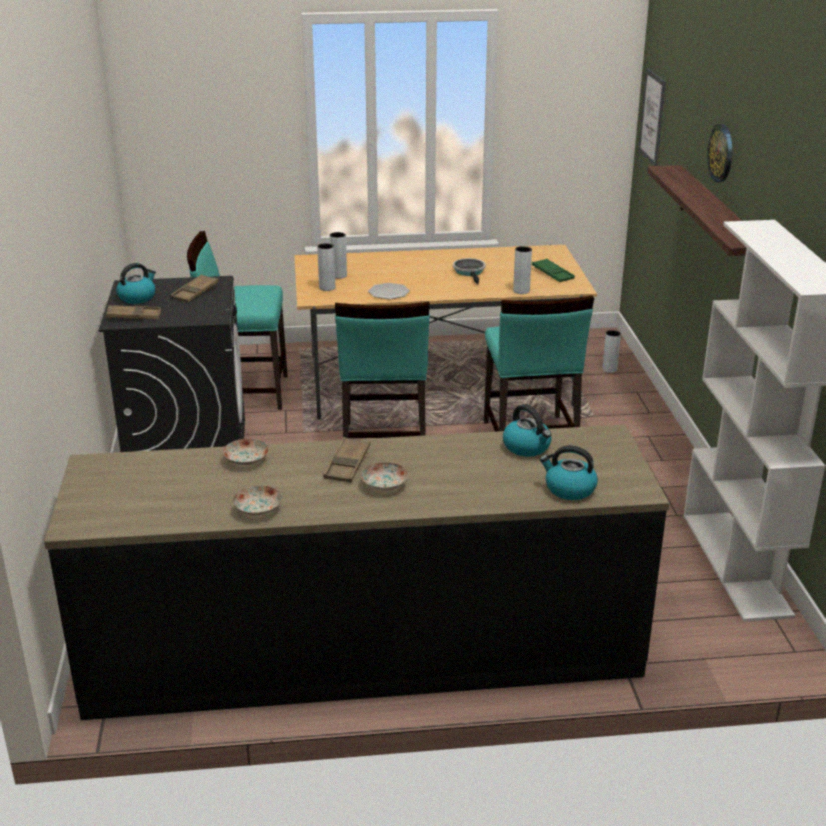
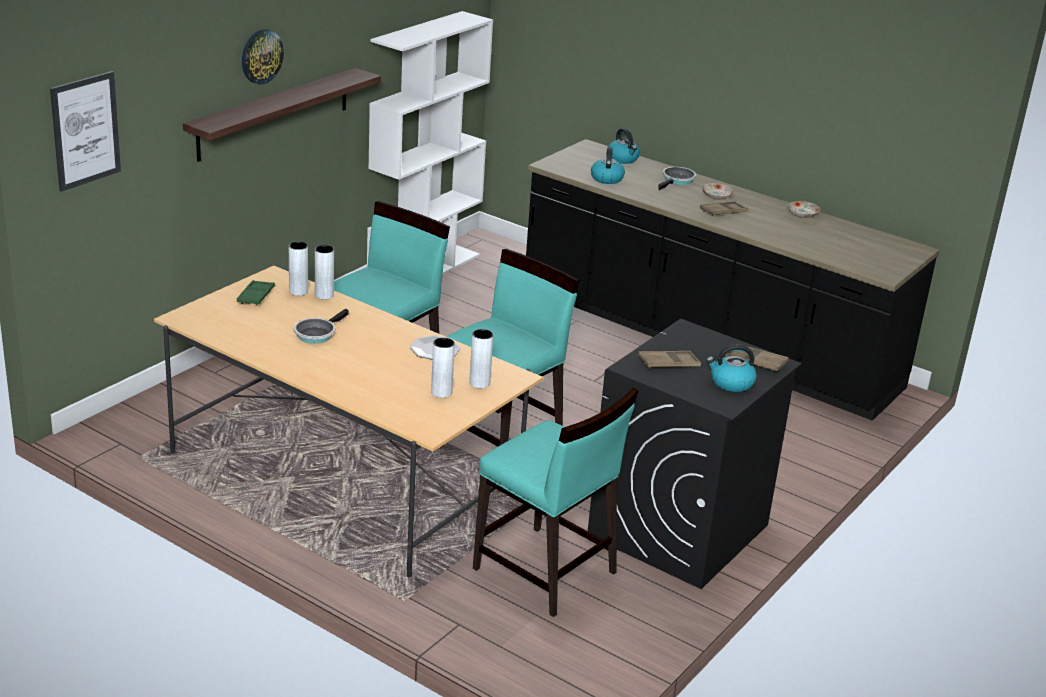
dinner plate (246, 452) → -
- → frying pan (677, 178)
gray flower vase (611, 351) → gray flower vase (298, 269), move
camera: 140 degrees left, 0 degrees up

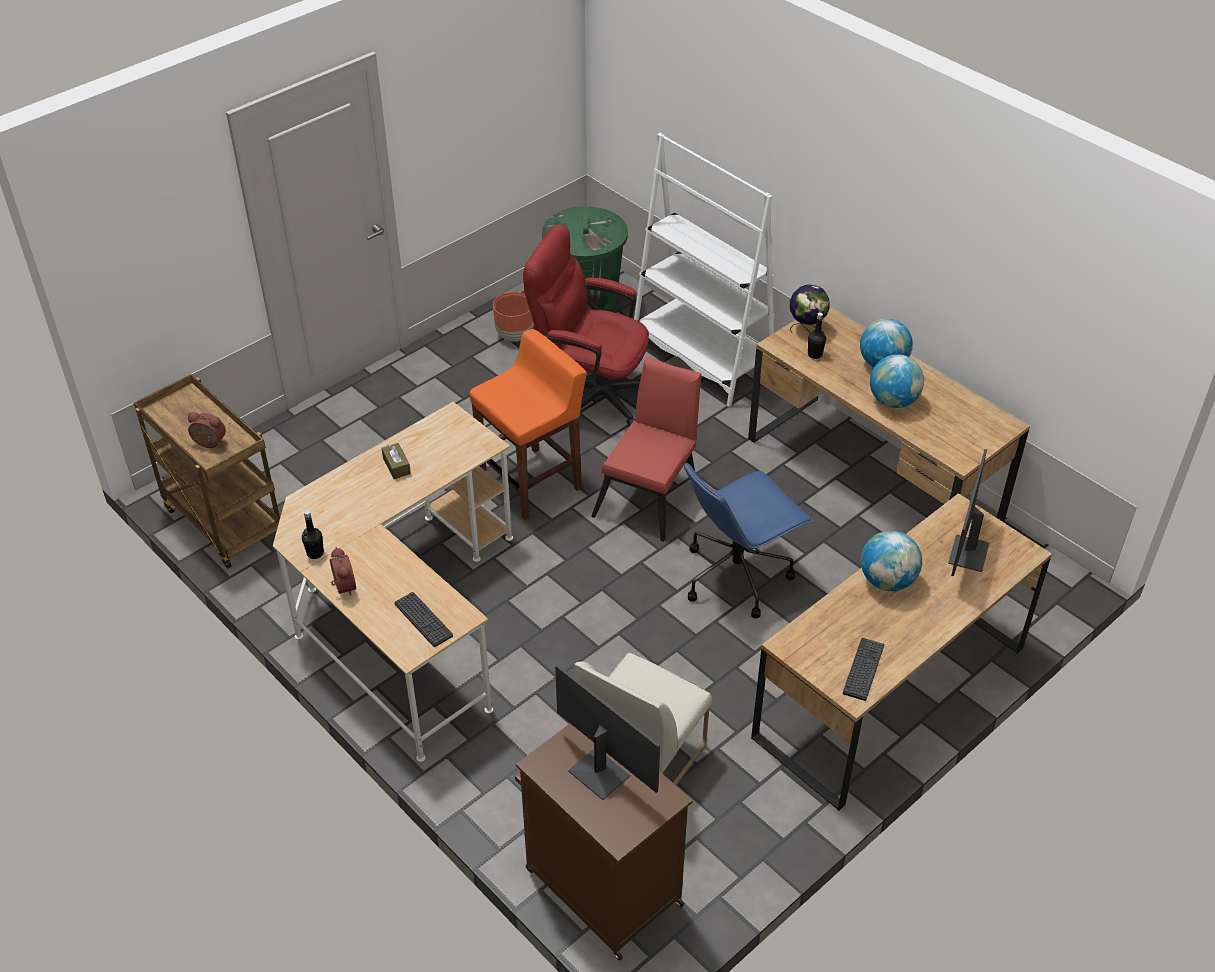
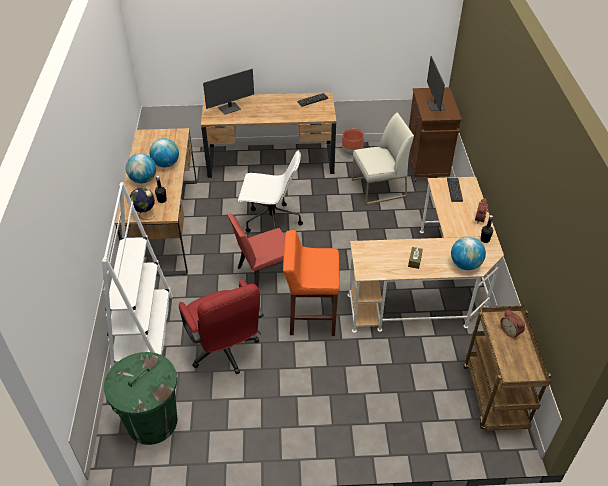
brownish planter (513, 317) → brownish planter (353, 141), move
globe (891, 561) → globe (468, 253), move
blue computer chair (748, 540) → whitish computer chair (270, 191)
camera: 140 degrees left, 0 degrees up

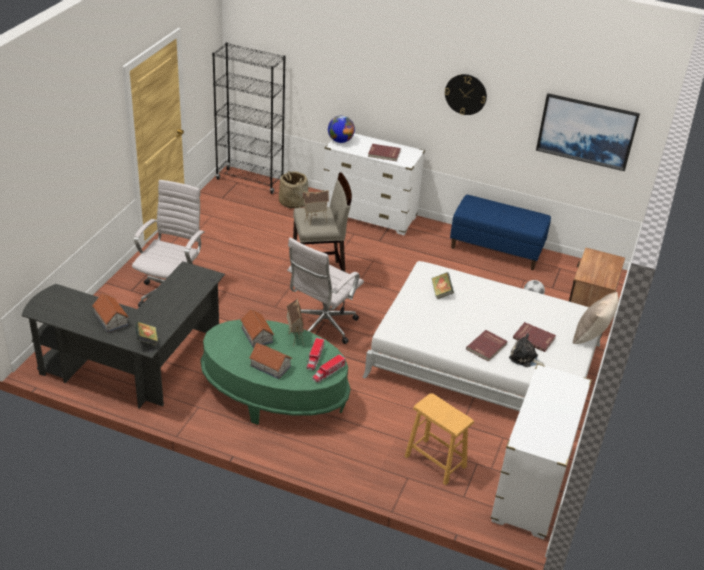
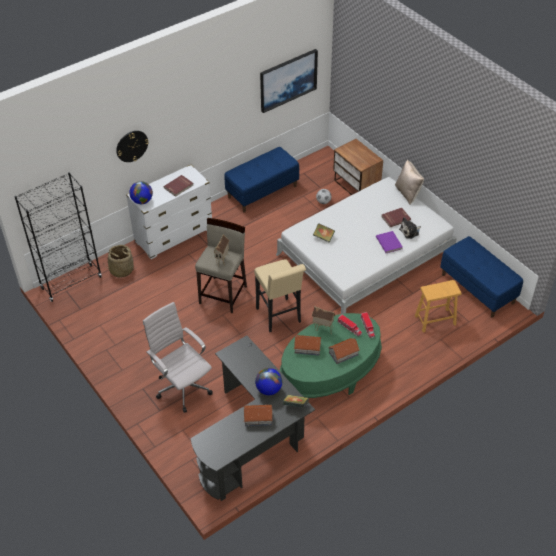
- → globe (268, 381)
clock on the wall (466, 94) → clock on the wall (132, 146), move
whitish computer chair (325, 290) → sand-coloured sitting stool (280, 295)
whitish dresser (541, 452) → blue long seat (481, 277)
red book (487, 346) → purple-coloured book (389, 242)
camera: 55 degrees left, 10 degrees up

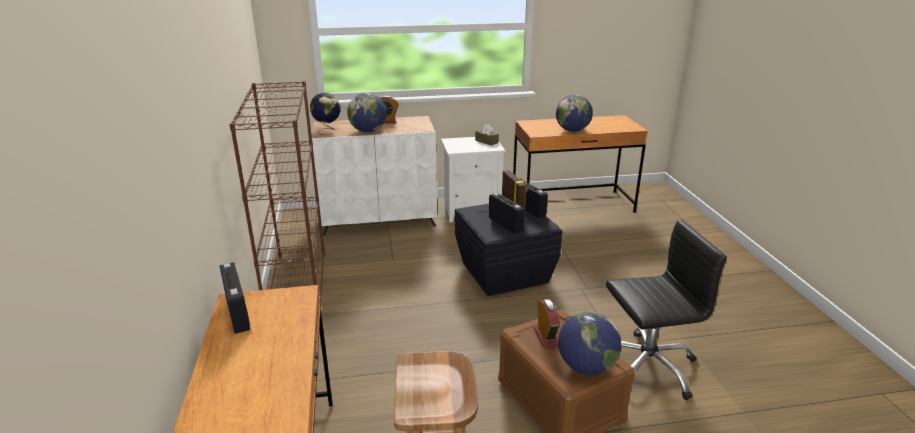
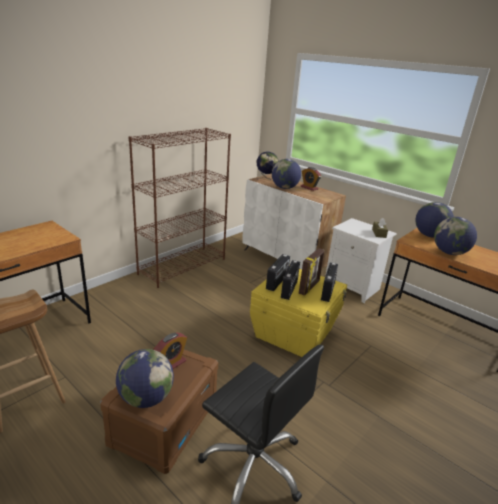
- → globe (434, 220)
radio receiver (235, 298) → radio receiver (278, 272), move
black-coloured storage container (509, 249) → yellow-coloured storage container (298, 311)
camera: 50 degrees right, 0 degrees up

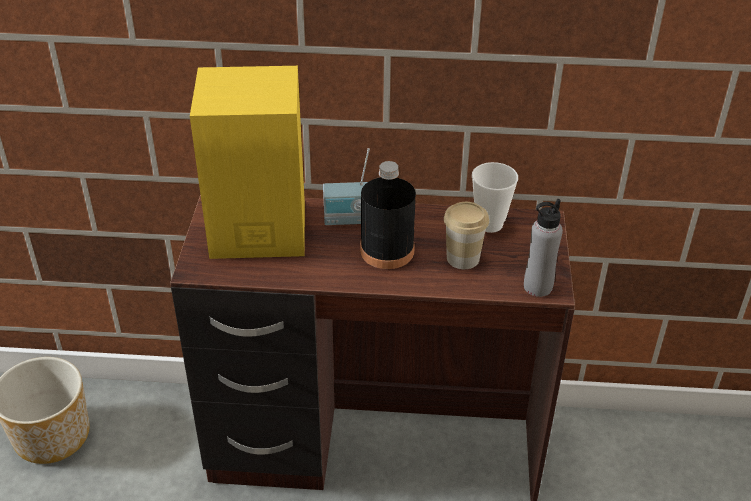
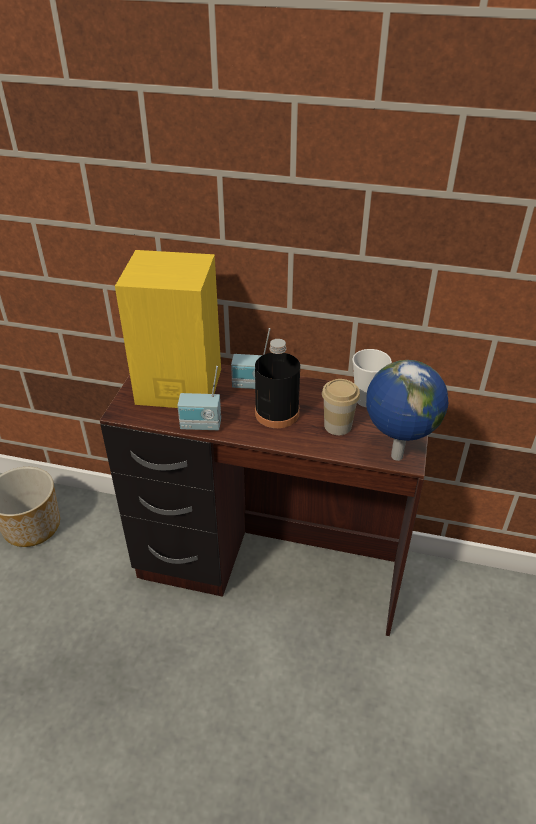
- → radio receiver (199, 398)
gray drink bottle (543, 248) → globe (407, 410)
camera: 10 degrees right, 0 degrees up

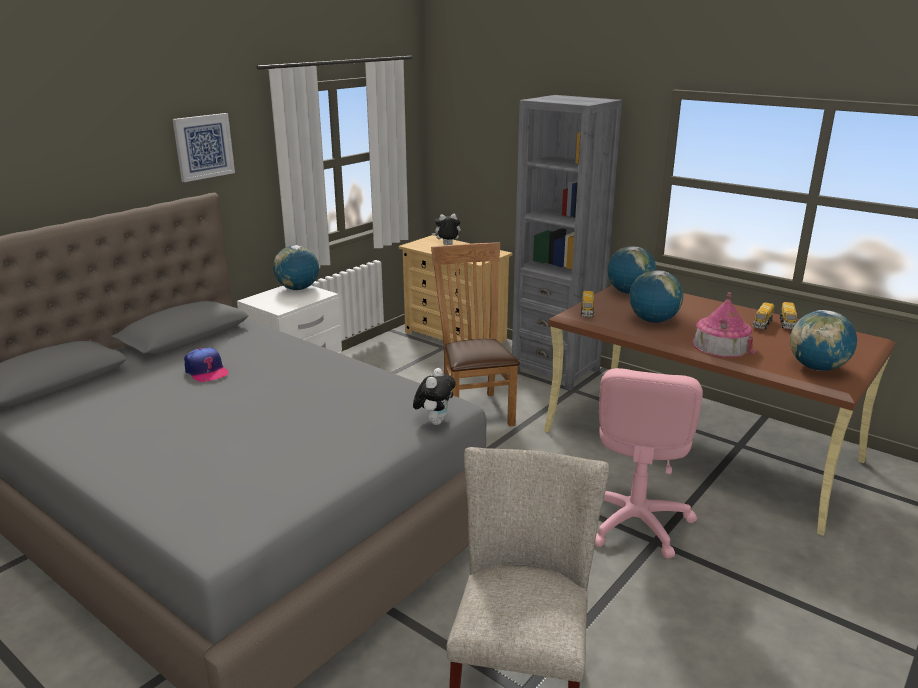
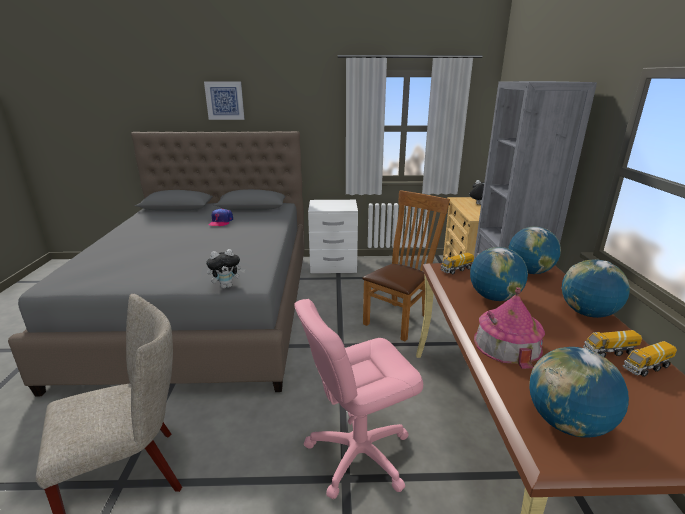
wall art (204, 147) → wall art (224, 101), move
globe (296, 267) → globe (596, 288), move
camera: 50 degrees right, 0 degrees up

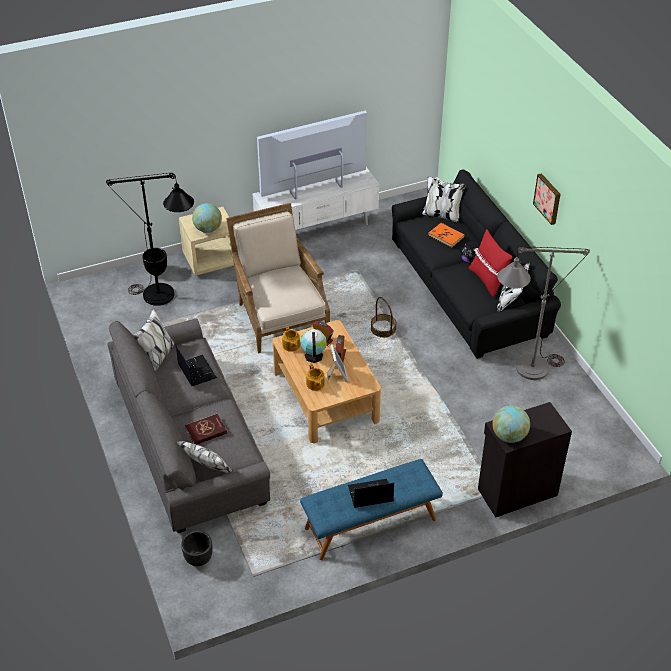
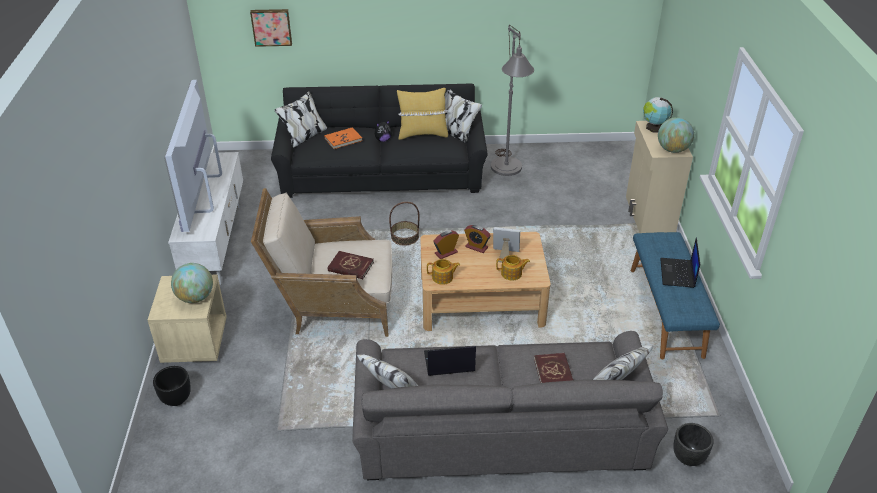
black-coloured standard lamp (150, 239) → -
- → red book (351, 265)
globe (313, 346) → globe (658, 115), move
wall art (547, 199) → wall art (271, 28), move
red pillow (490, 263) → yellow-coloured pillow (422, 114)
black-coloured cupboard (525, 459) → sand-coloured cupboard (659, 177)
camera: 70 degrees left, 5 degrees down

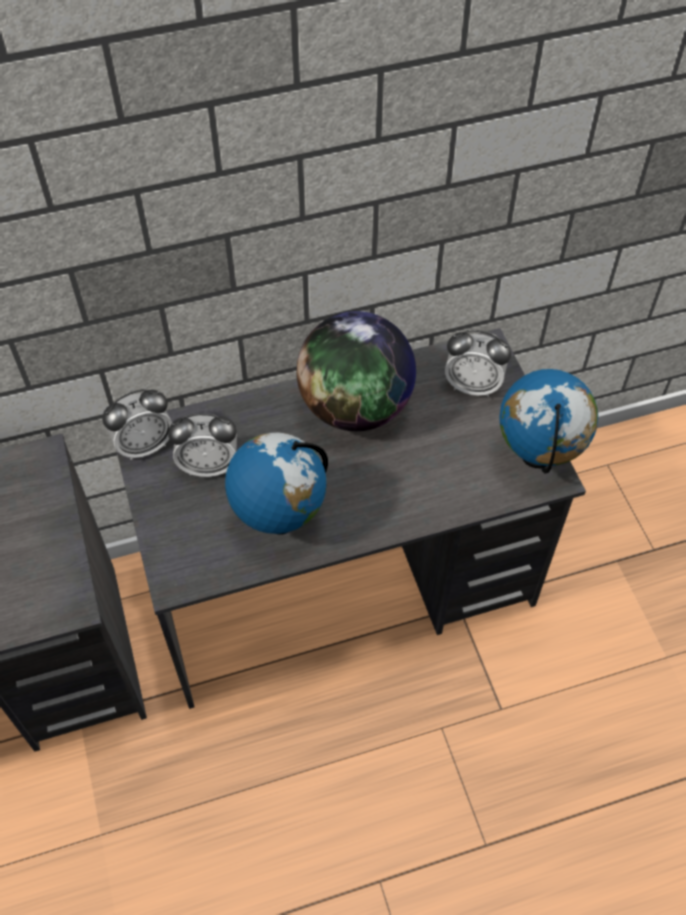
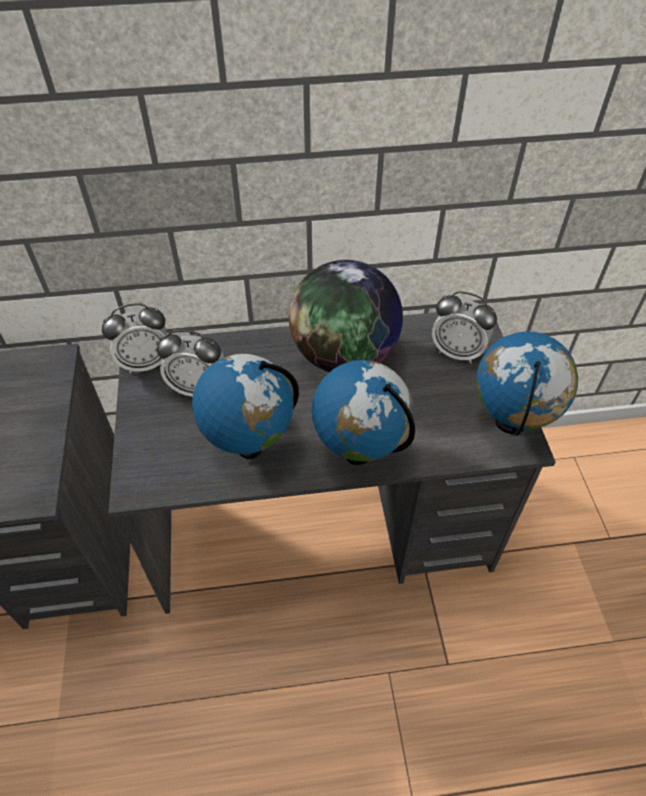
- → globe (363, 412)
camera: 10 degrees right, 5 degrees down

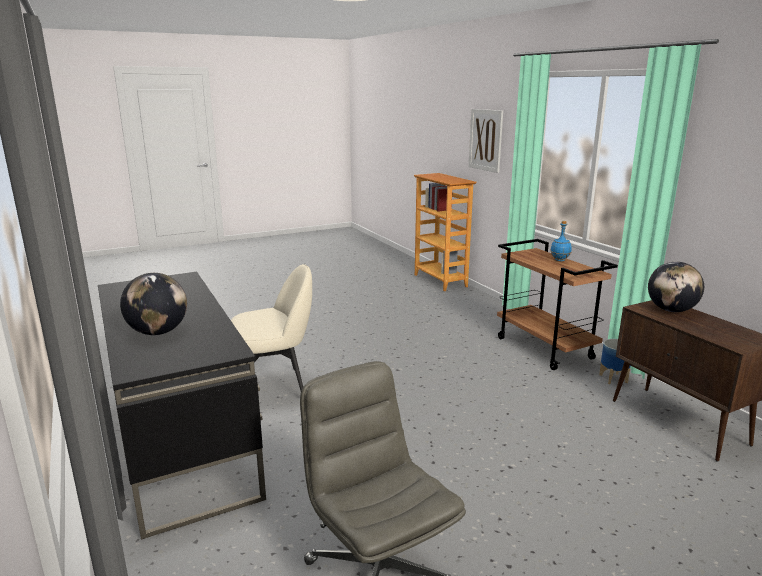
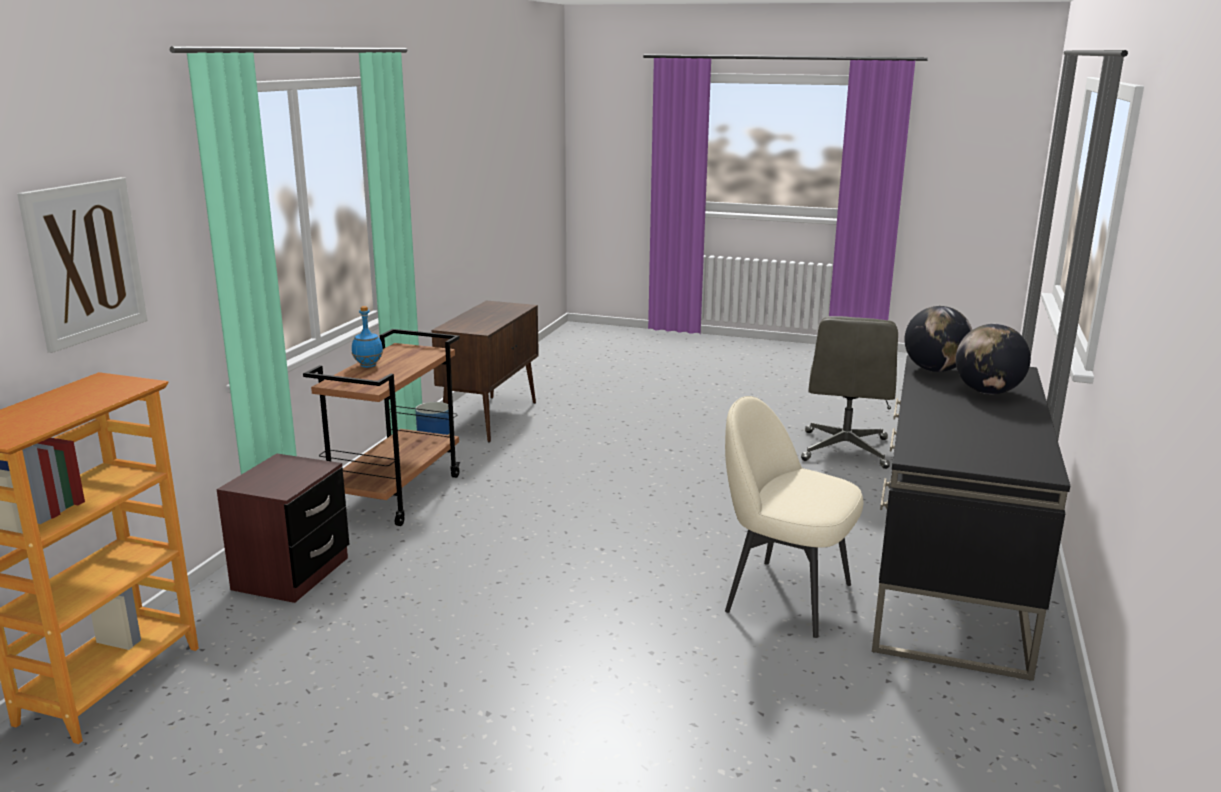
- → brownish nightstand (282, 528)
globe (676, 287) → globe (938, 339), move
camera: 135 degrees left, 0 degrees up

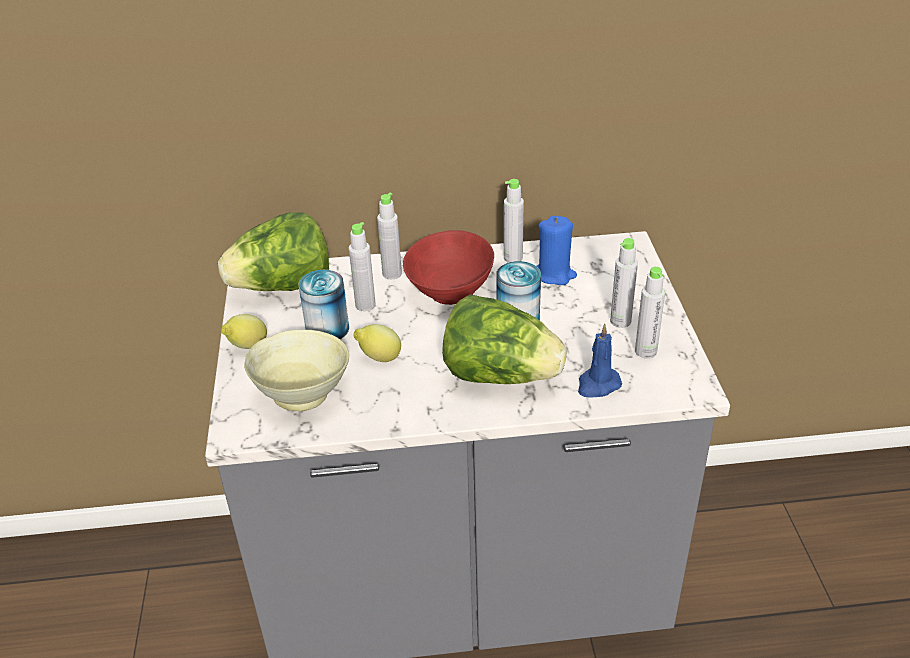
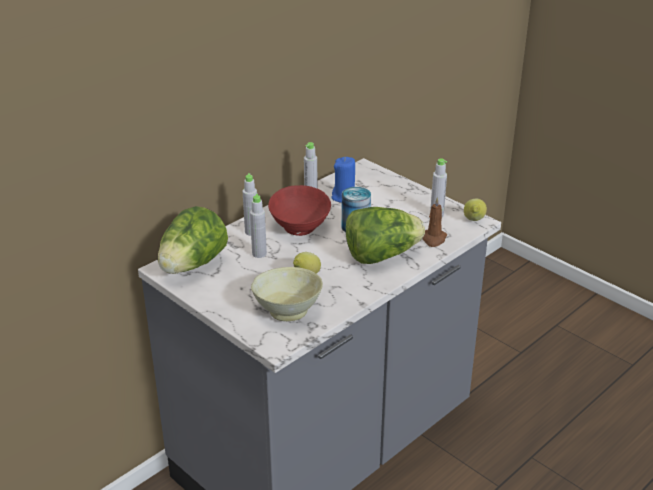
sealed can (324, 304) → -
gray drink bottle (624, 283) → -
citrus fruit (244, 331) → citrus fruit (475, 210), move
blue candle (600, 360) → brownish candle (434, 222)
camera: 40 degrees left, 5 degrees down

